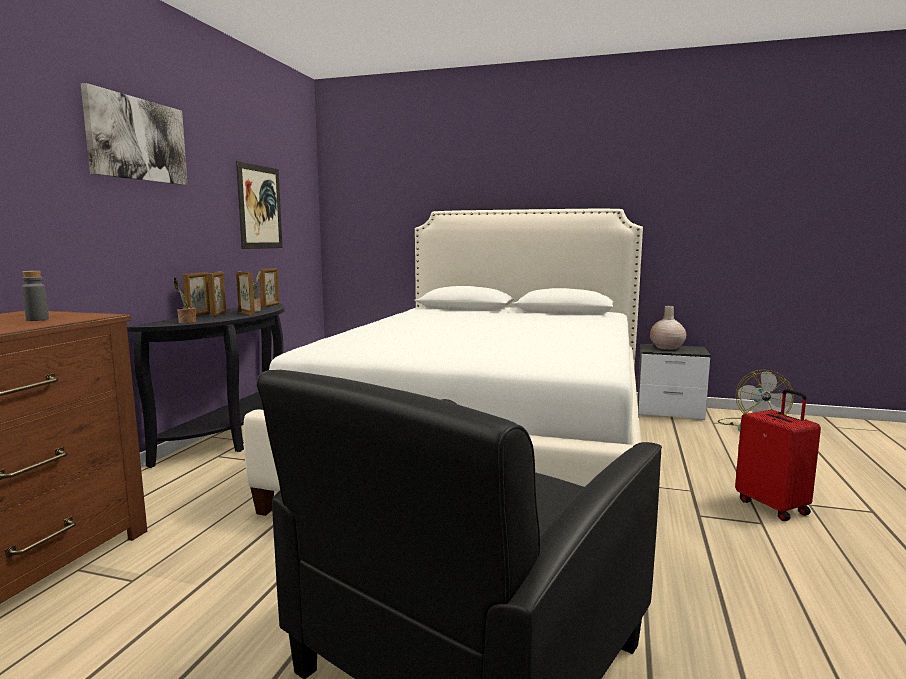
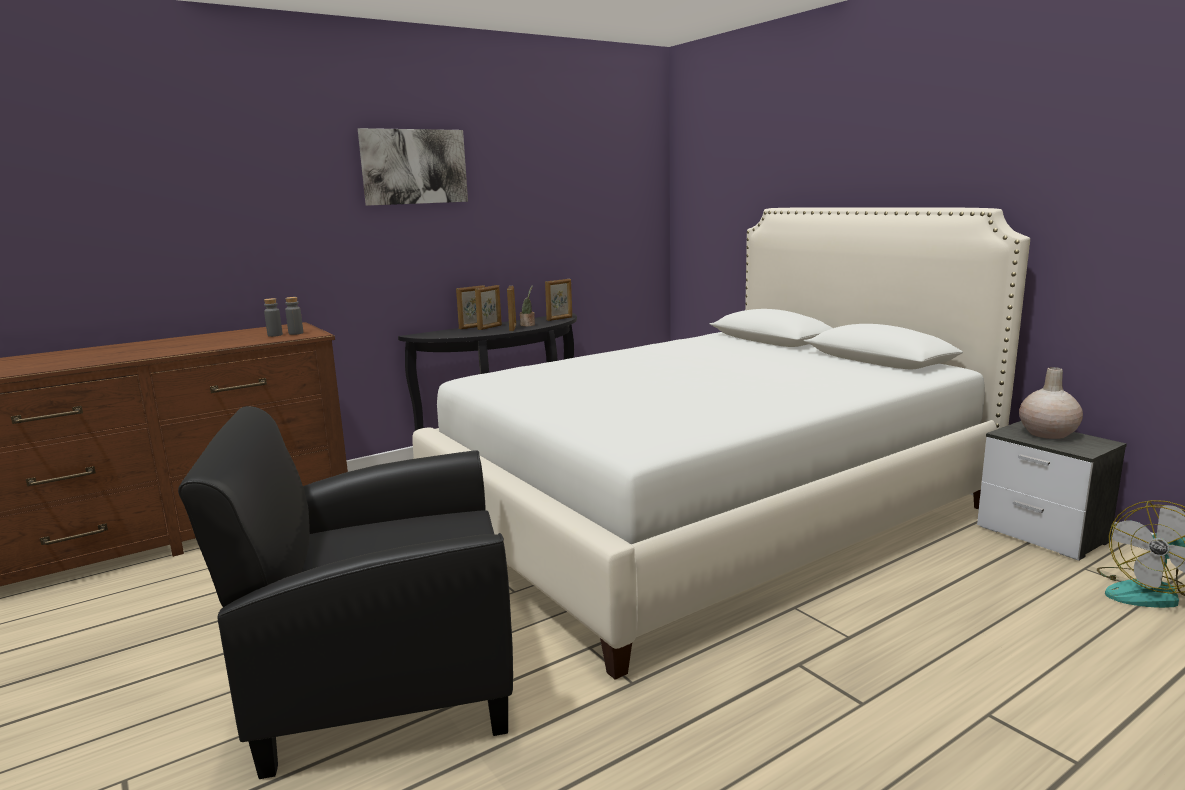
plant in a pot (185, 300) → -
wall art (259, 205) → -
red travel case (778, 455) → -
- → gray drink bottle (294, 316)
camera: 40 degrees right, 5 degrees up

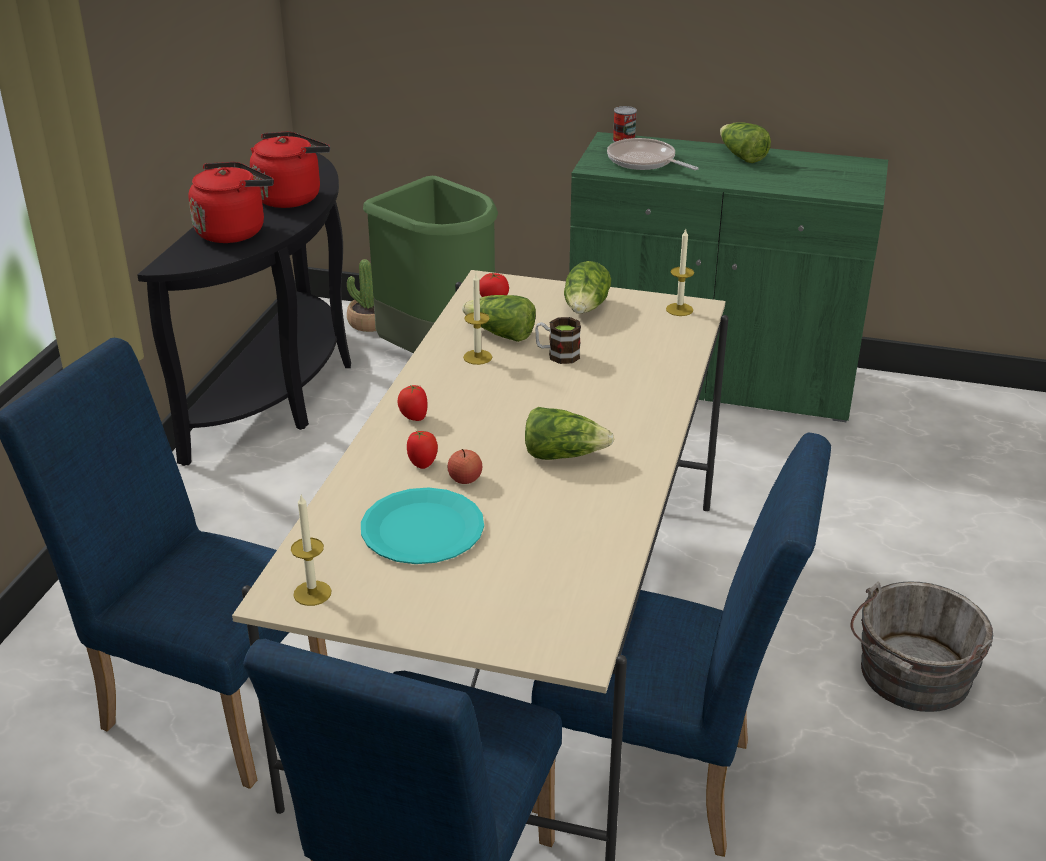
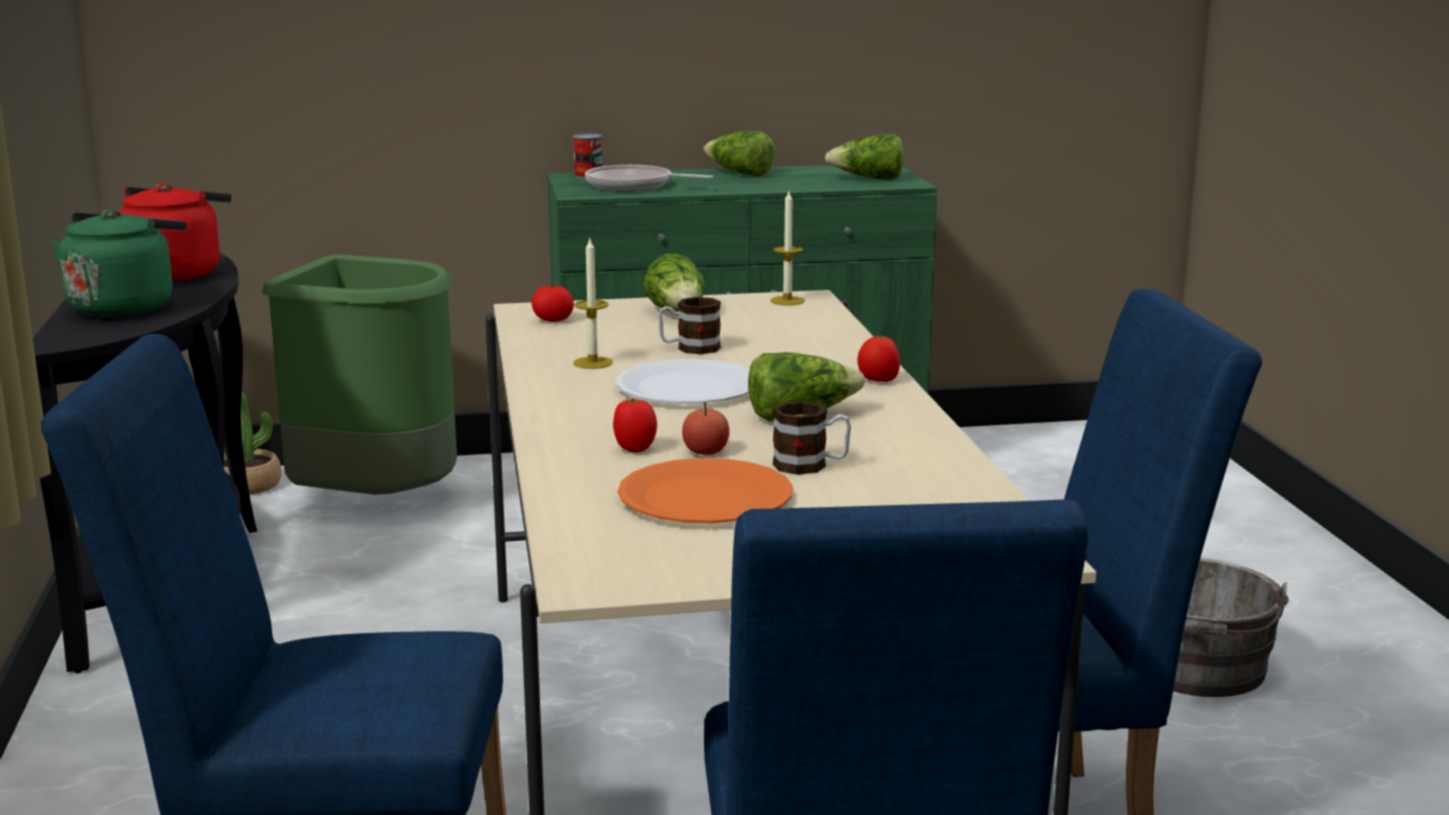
candle (311, 550) → -
- → whitish dinner plate (683, 381)
- → tea mug (812, 438)
fresh tomato (413, 402) → fresh tomato (878, 358), move
lettuce (499, 318) → lettuce (864, 157), move
red tea kettle (231, 202) → greenish tea kettle (118, 263)
turquoise dinner plate (422, 526) → orangey dinner plate (705, 490)
camera: 25 degrees left, 15 degrees down

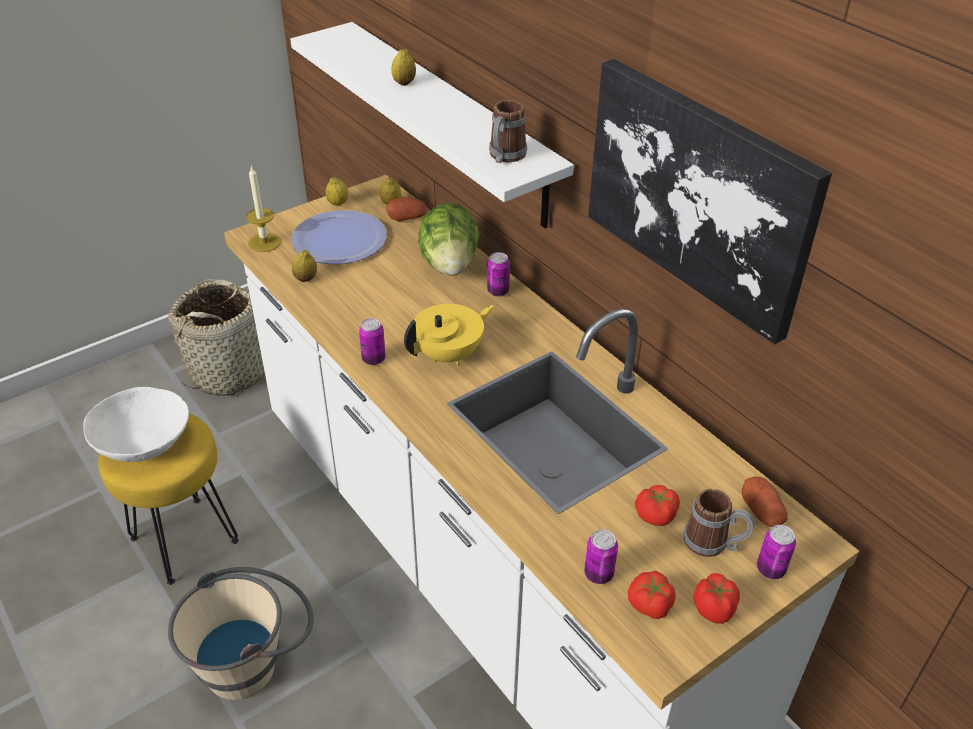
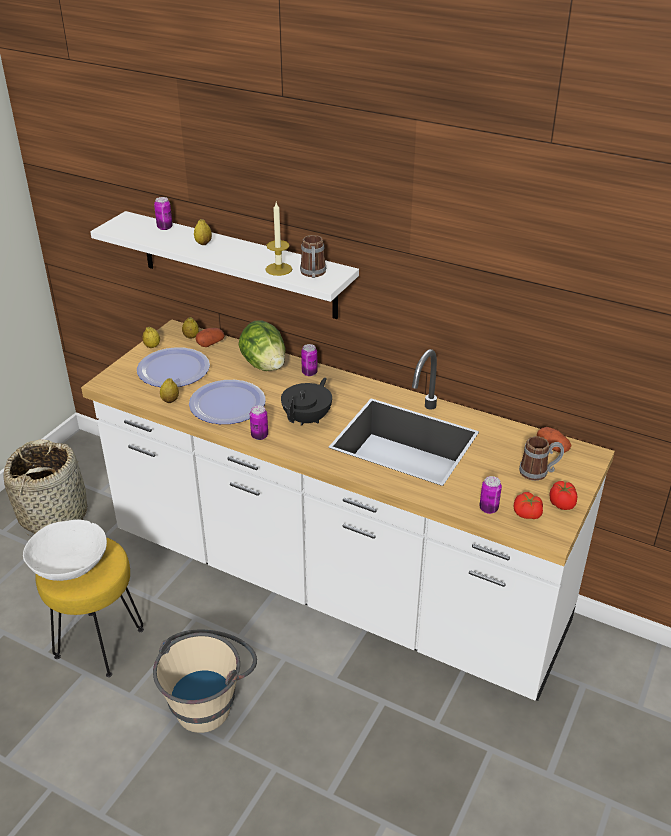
wall art (710, 201) → -
fresh tomato (657, 505) → -
- → dinner plate (227, 402)
candle (263, 208) → candle (278, 239), move
sealed can (776, 552) → sealed can (163, 213), move
yellow-coloured pot for tea (449, 334) → black-coloured pot for tea (306, 402)
camera: 25 degrees left, 5 degrees down

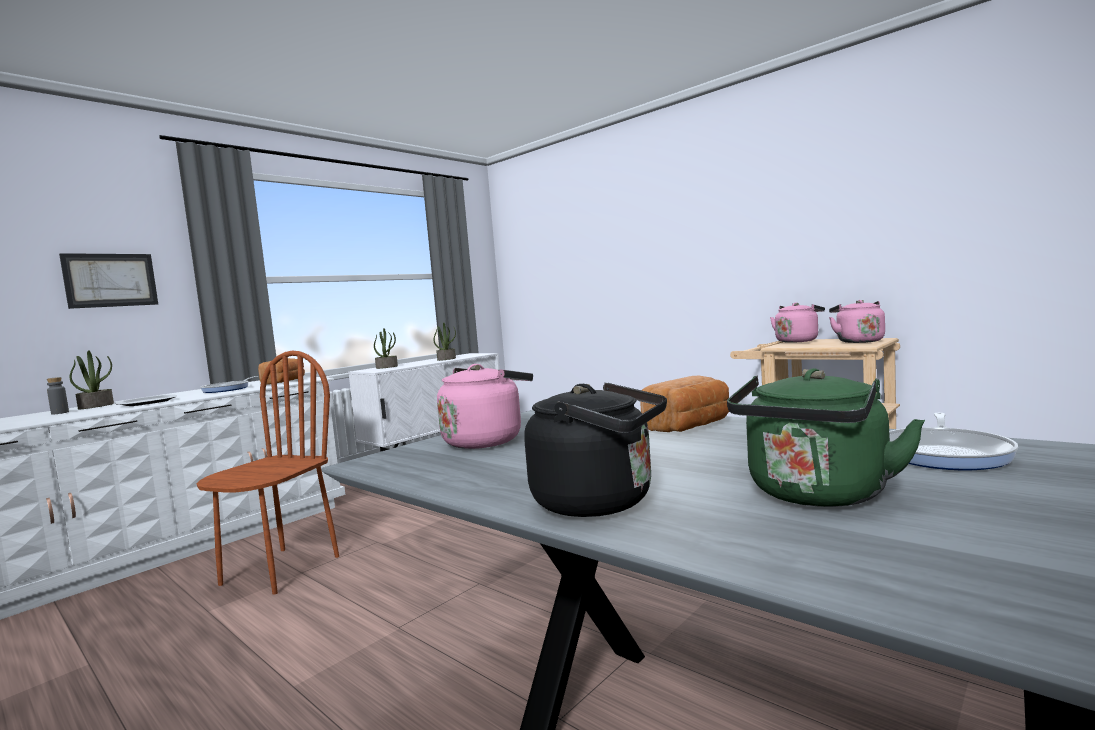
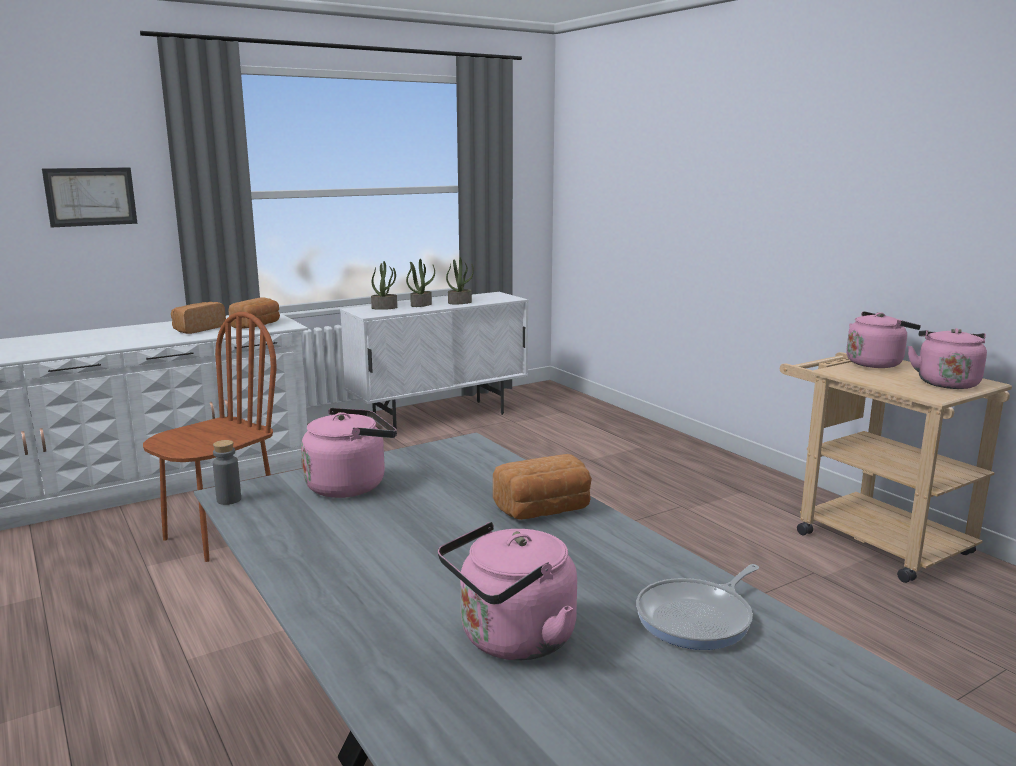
dinner plate (146, 400) → -
black-coloured tea kettle (595, 450) → -
gray drink bottle (58, 396) → gray drink bottle (227, 472), move
plant in a pot (92, 379) → plant in a pot (420, 283), move
frying pan (229, 384) → bakery bread (198, 318)
greenish tea kettle (826, 437) → pink-coloured tea kettle (507, 591)
camera: 15 degrees right, 10 degrees up

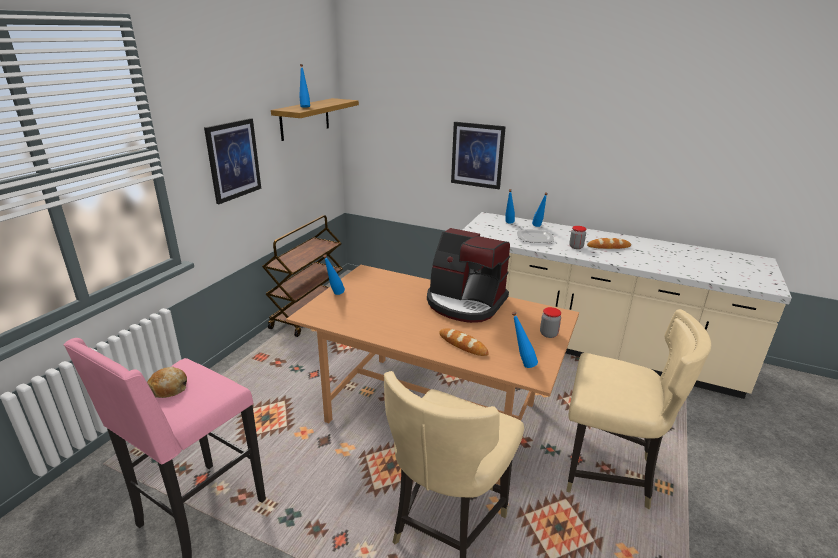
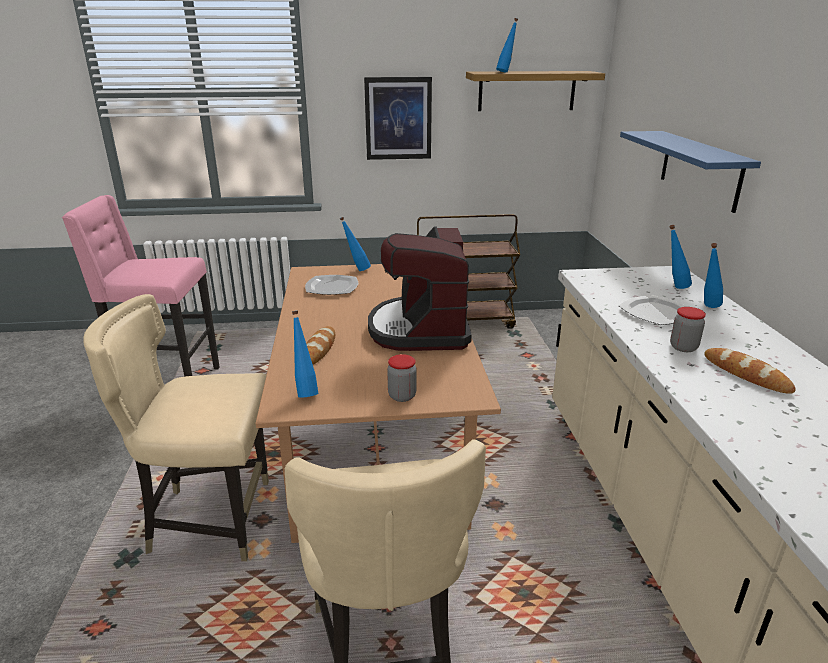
bakery bread (167, 382) → -
- → dinner plate (331, 285)
wall art (478, 155) → blue bracket shelf (690, 172)
camera: 60 degrees right, 0 degrees up

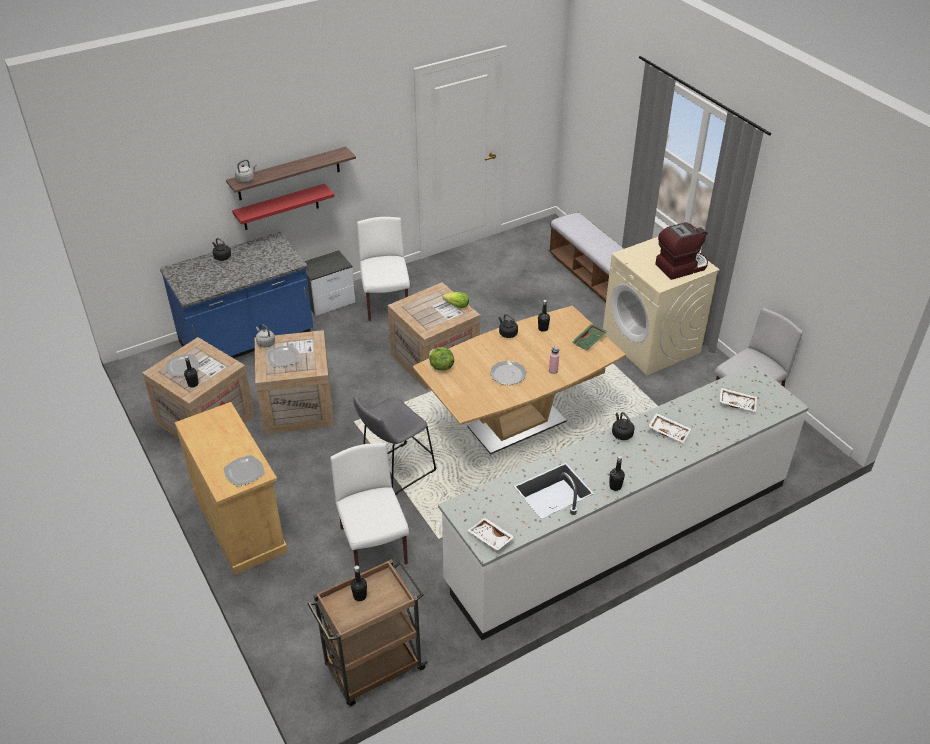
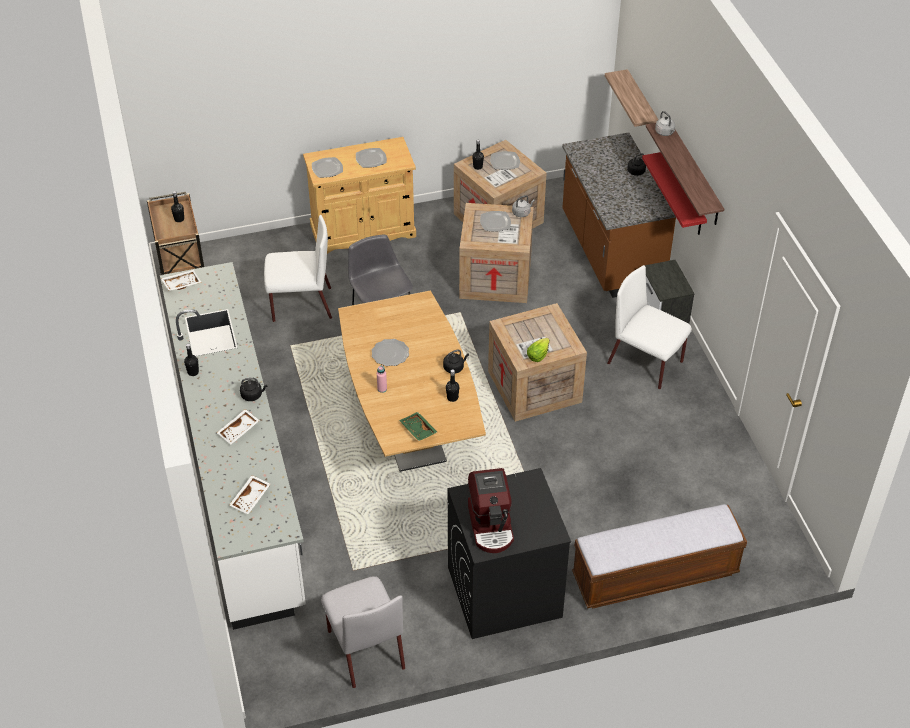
lettuce (441, 359) → -
- → dinner plate (371, 158)
- → bracket shelf (632, 98)
blue counter (236, 295) → brownish counter (619, 215)
sand-coloured laundry machine (661, 306) → black-coloured laundry machine (509, 553)
whitish chair (383, 269) → whitish chair (649, 327), 150 degrees counterclockwise
camera: 105 degrees right, 5 degrees up

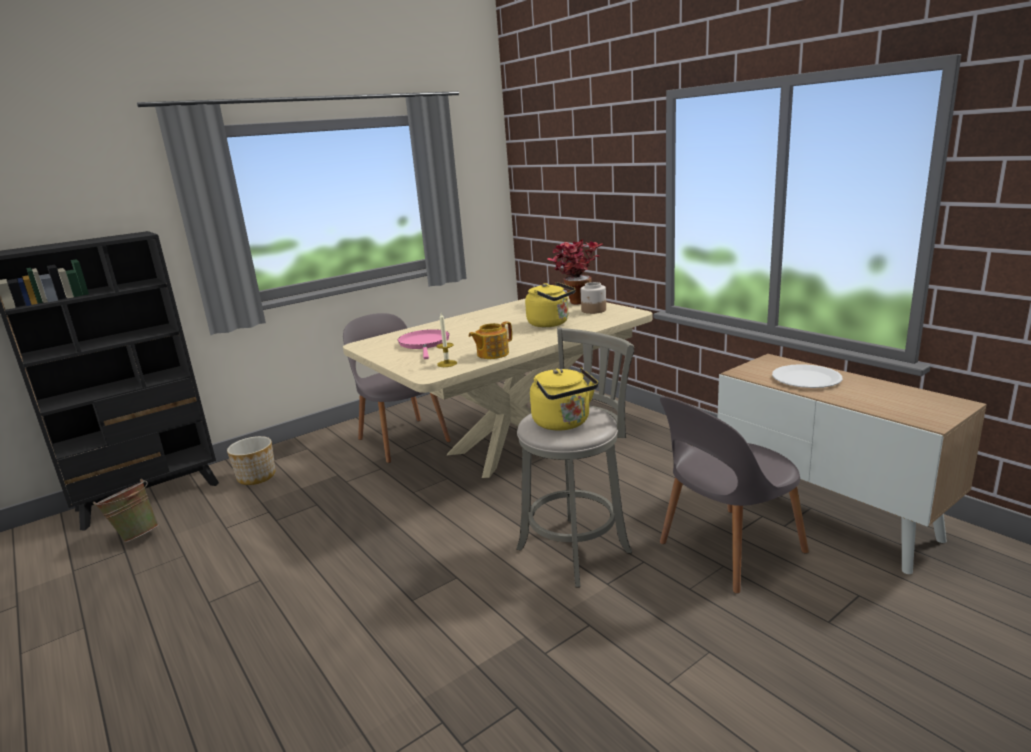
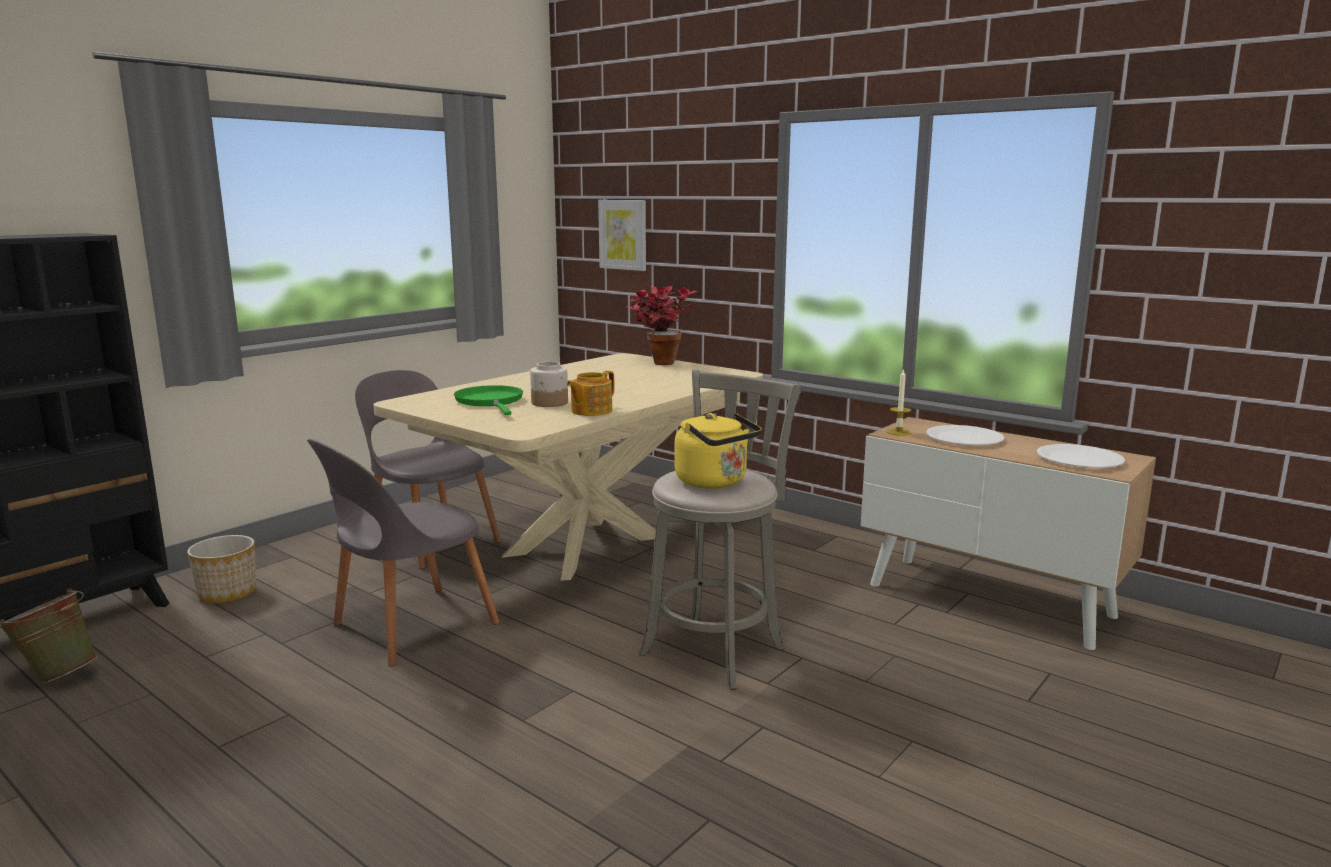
yellow-coloured tea kettle (550, 304) → -
- → wall art (622, 235)
- → whitish dinner plate (1081, 456)
candle (446, 340) → candle (899, 402), move
storage jar (593, 298) → storage jar (549, 384), move
gray chair (734, 495) → gray chair (403, 552), move
pink-coloured frying pan (423, 344) → greenish frying pan (488, 400)
camera: 15 degrees left, 5 degrees down

